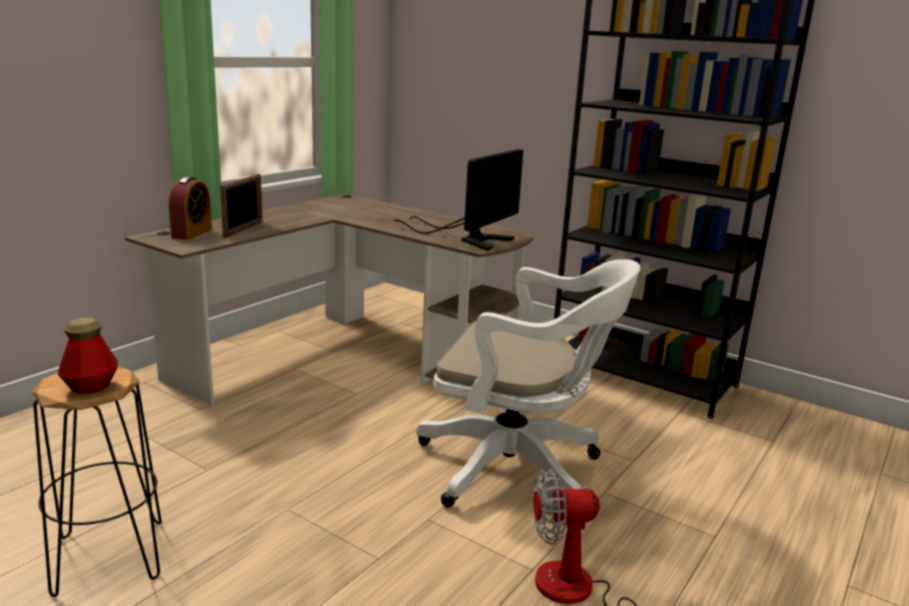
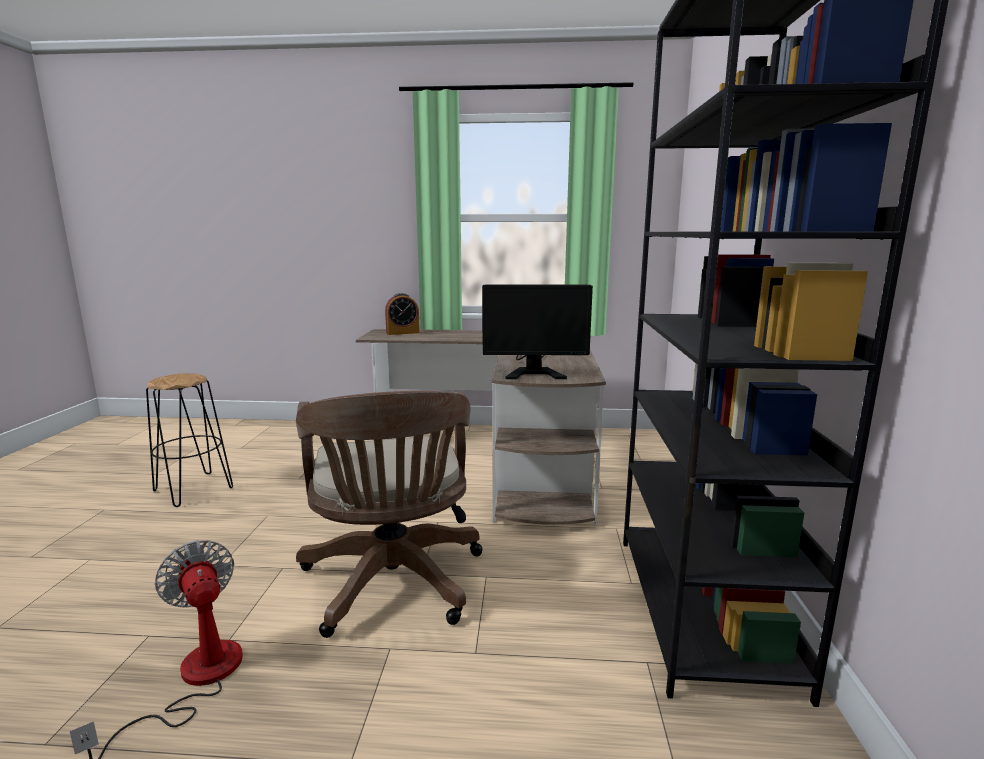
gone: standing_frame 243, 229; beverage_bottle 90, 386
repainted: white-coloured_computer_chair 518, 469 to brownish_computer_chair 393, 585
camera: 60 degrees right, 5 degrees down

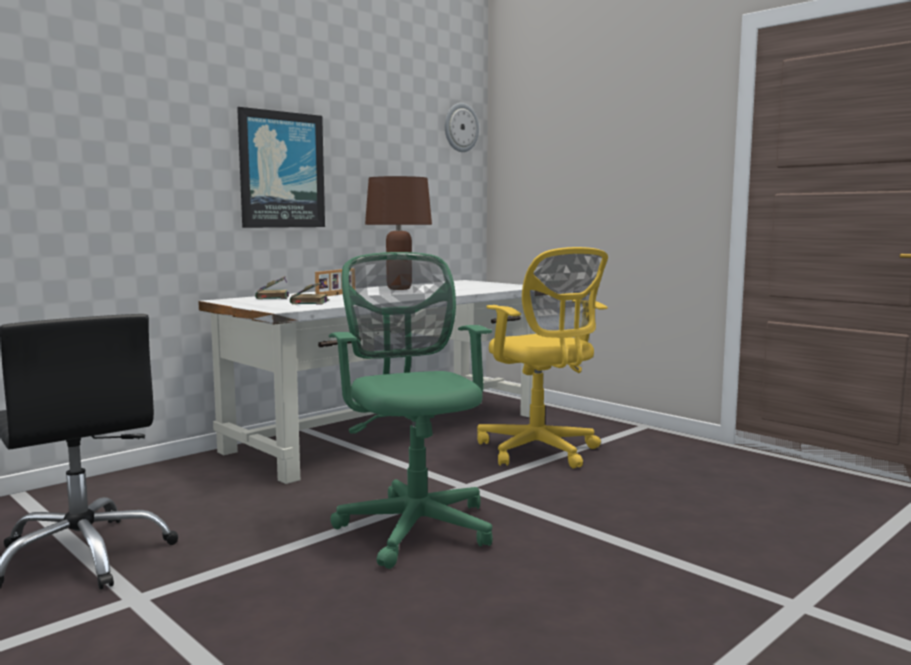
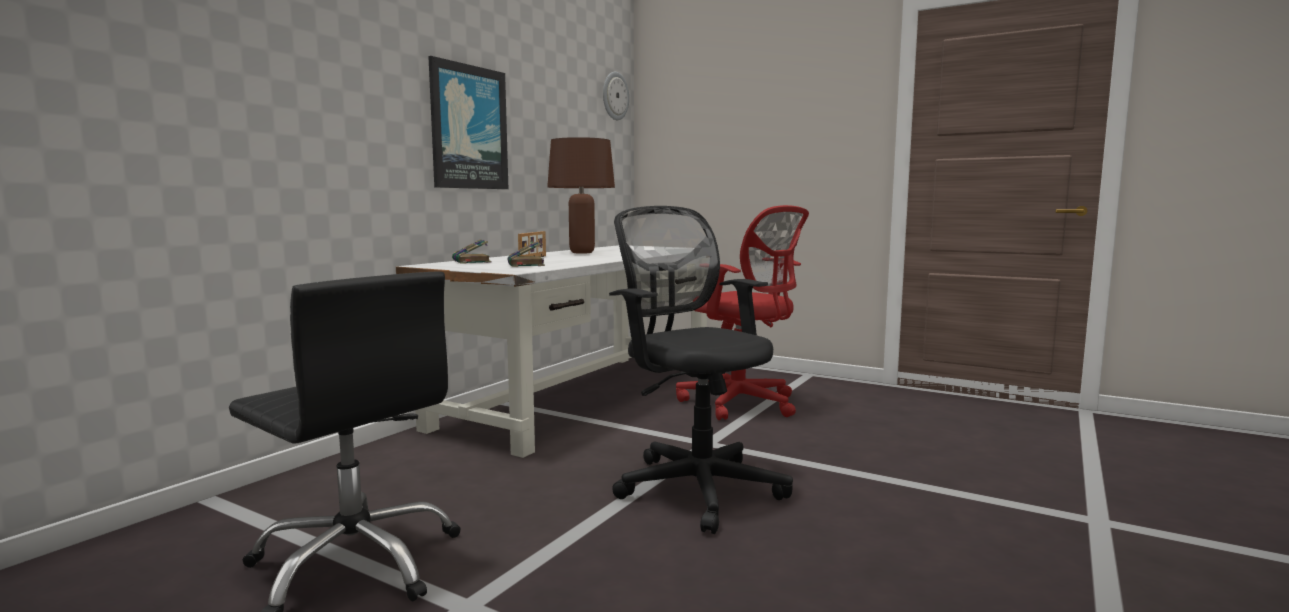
repainted: yellow_computer_chair 540, 452 to red-coloured_computer_chair 742, 404; greenish_computer_chair 415, 525 to blackish_computer_chair 695, 486
camera: 15 degrees left, 0 degrees up

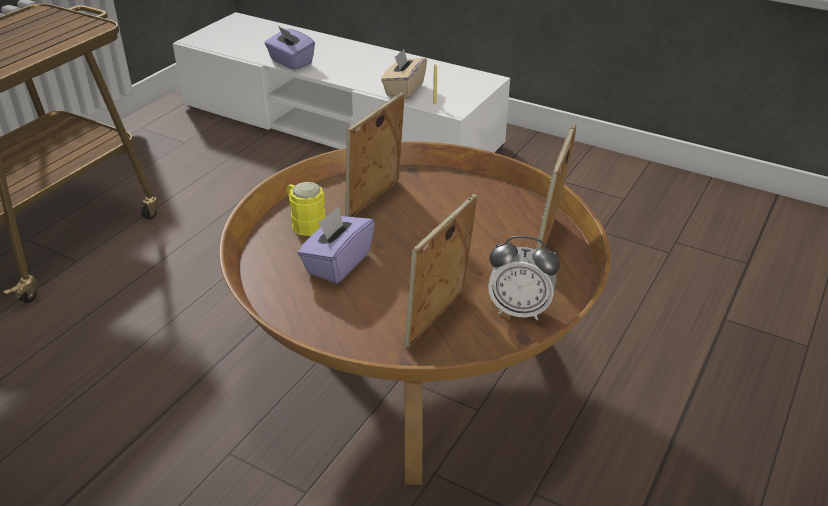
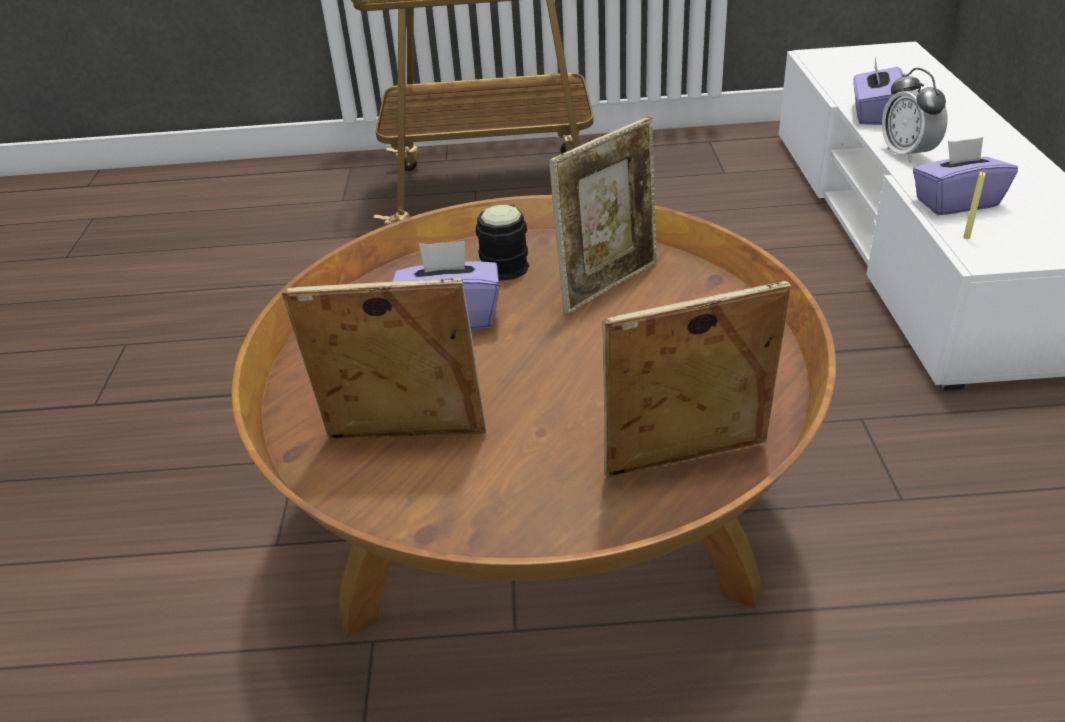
shifted: bedside_clock 519, 310 to 907, 154
repainted: sand-coloured_tissue_box 404, 89 to purplish_tissue_box 956, 202; yellow_coffee_mug 304, 222 to blackish_coffee_mug 507, 262
rotated: standing_frame 375, 201 = 608, 285 135 degrees clockwise
camera: 60 degrees right, 0 degrees up

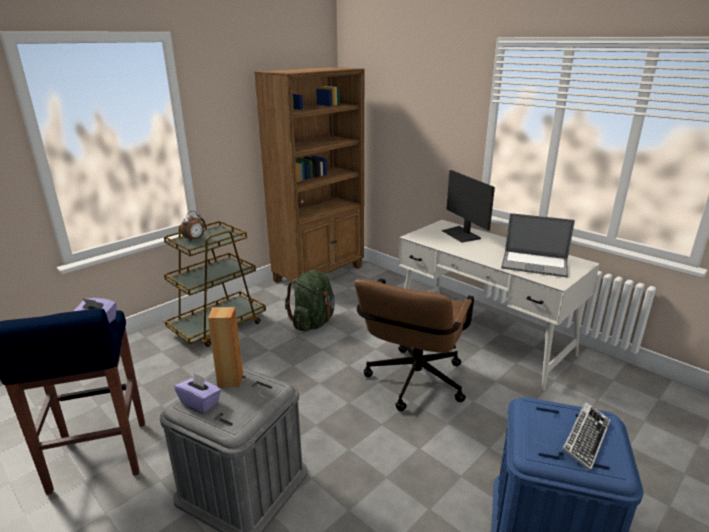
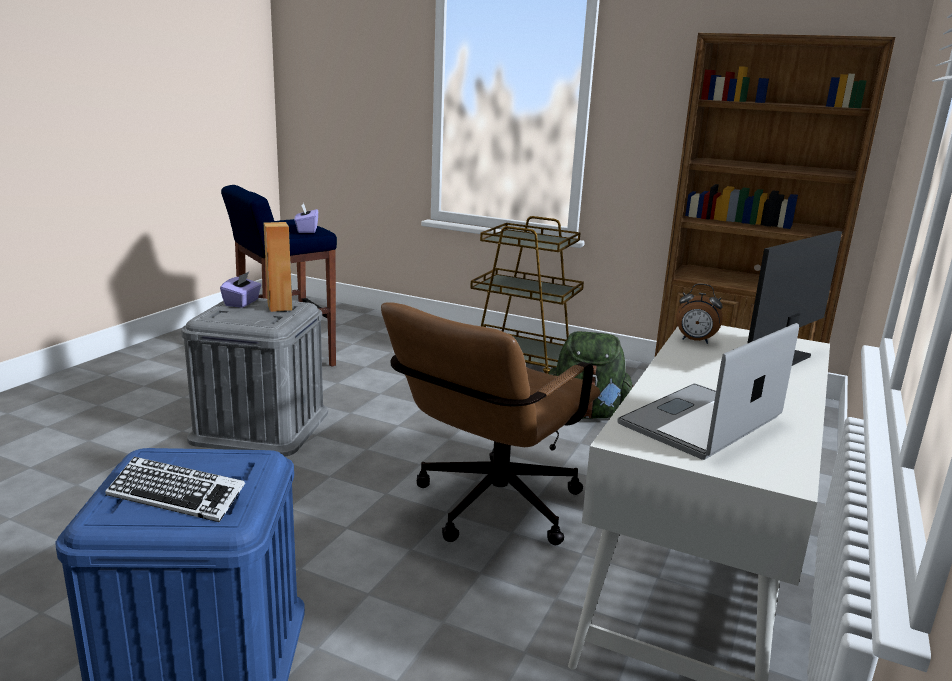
shifted: bedside_clock 195, 239 to 695, 341
rotated: laptop 534, 264 = 700, 421 45 degrees clockwise; brownish_computer_chair 412, 385 = 488, 510 60 degrees counterclockwise
camera: 70 degrees right, 5 degrees down

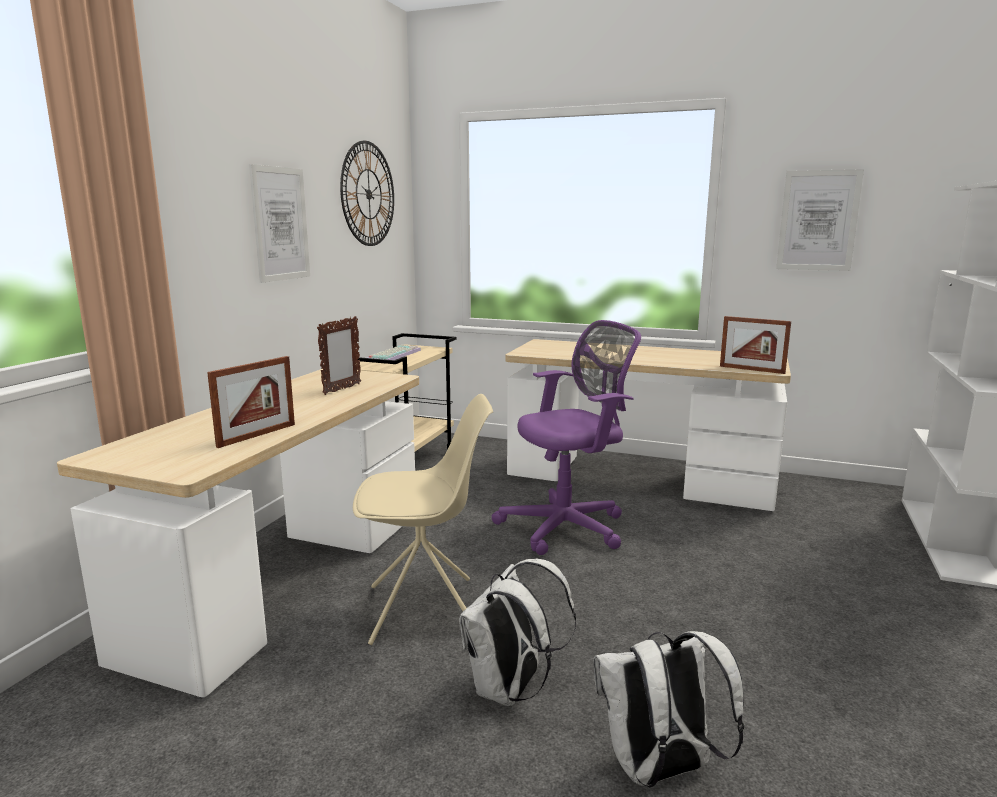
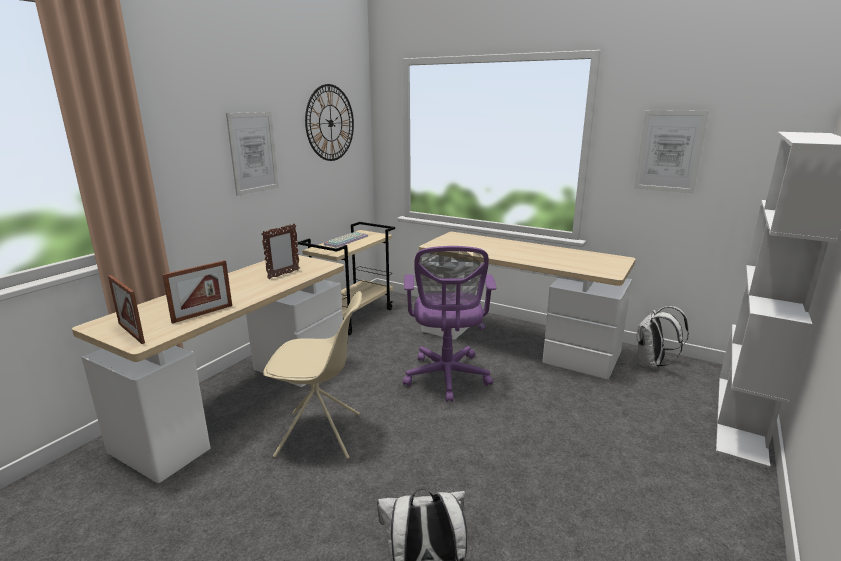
shifted: standing_frame 751, 369 to 131, 333; white-coloured_backpack 510, 690 to 652, 364
rotated: purplish_computer_chair 568, 527 = 447, 378 105 degrees clockwise
camera: 10 degrees right, 5 degrees up

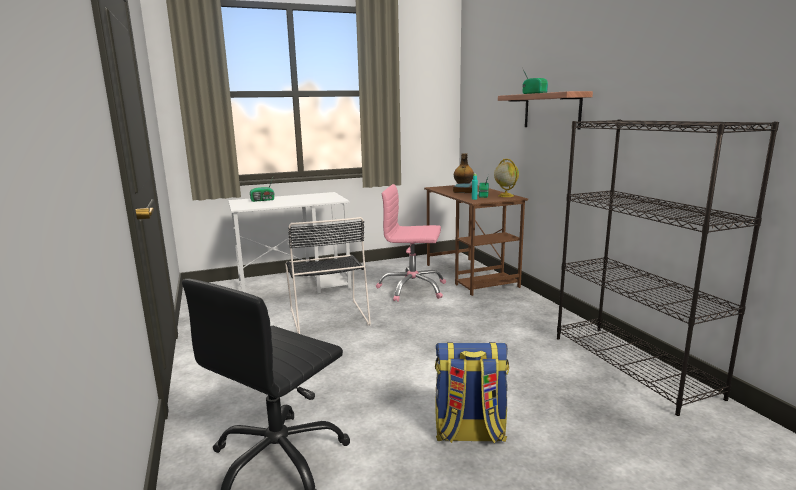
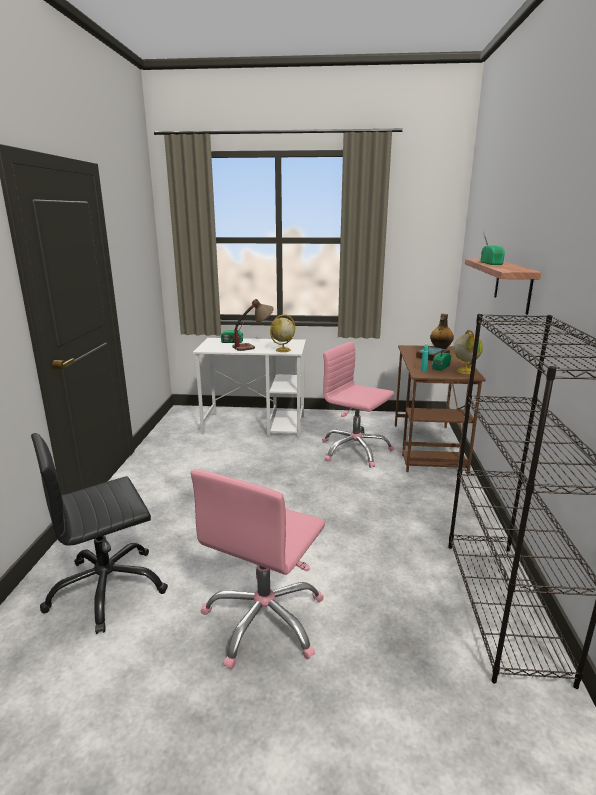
gone: blackish_upright_chair 328, 316
new: tabletop_lamp 253, 346; globe 282, 350
swapped: backpack 469, 433 to pink-coloured_computer_chair 265, 620
camera: 25 degrees right, 5 degrees up

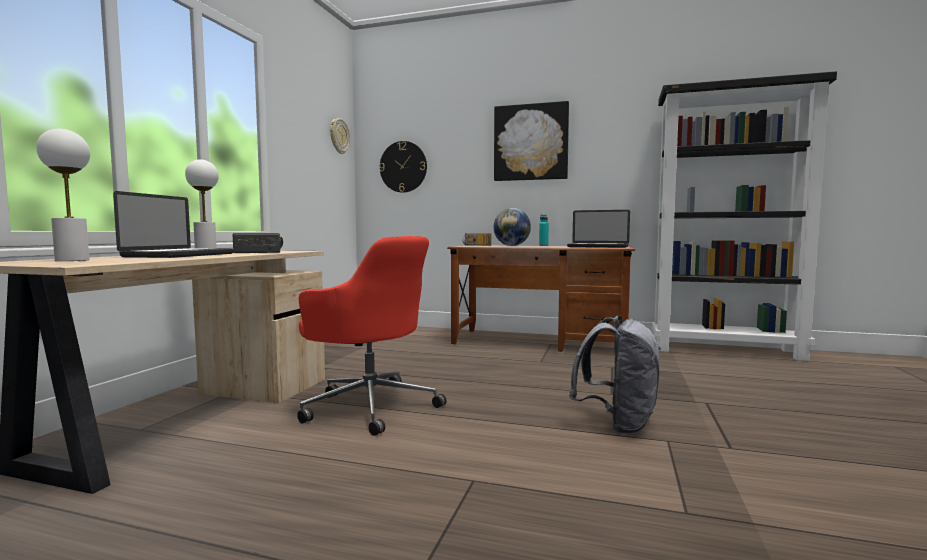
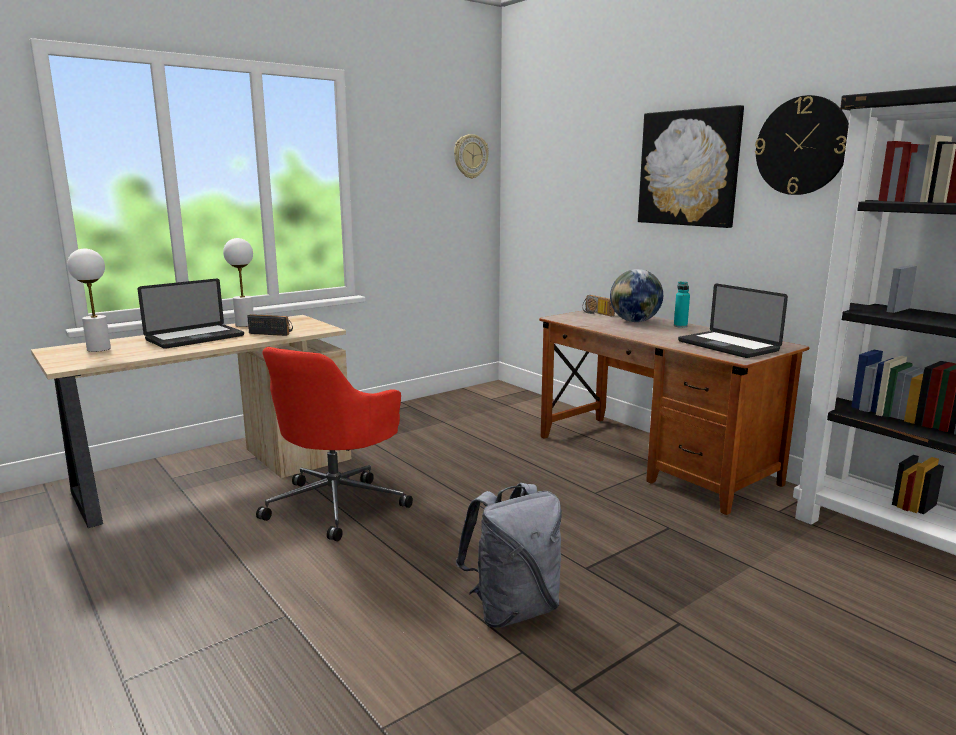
shifted: hanging_clock 403, 167 to 801, 146
rotated: red-coloured_computer_chair 370, 406 = 337, 504 45 degrees clockwise
camera: 35 degrees right, 10 degrees up

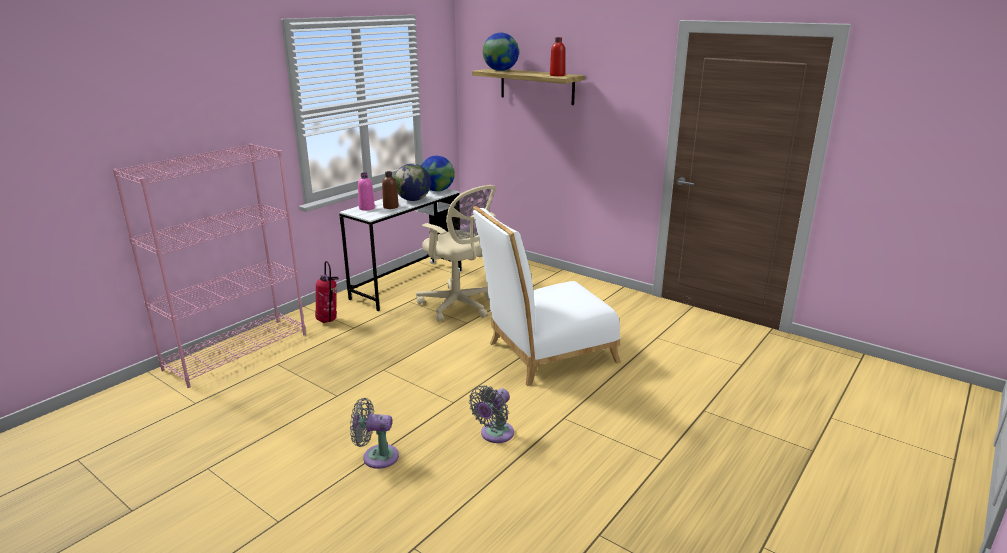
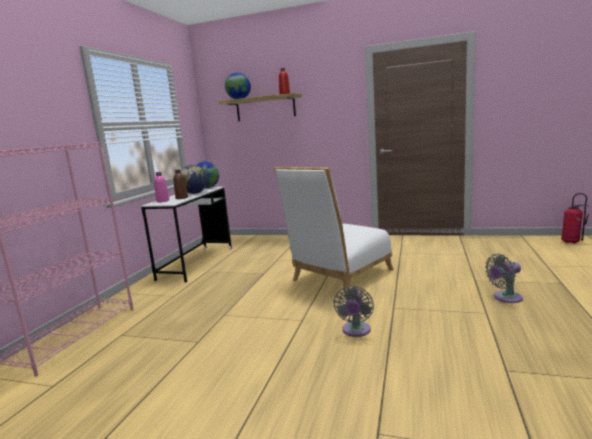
gone: sand-coloured_computer_chair 458, 306
shifted: fire-fighting_cylinder 328, 321 to 571, 242; greyish_fan 376, 456 to 505, 298
camera: 20 degrees left, 10 degrees down

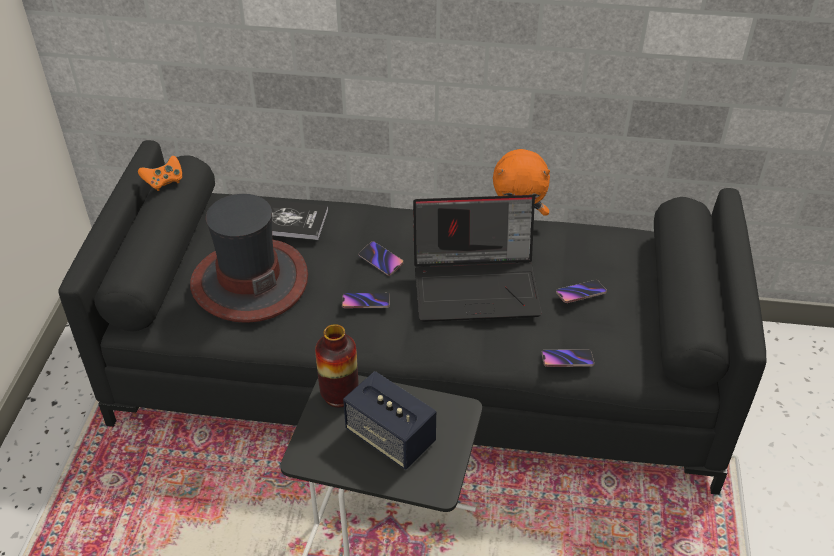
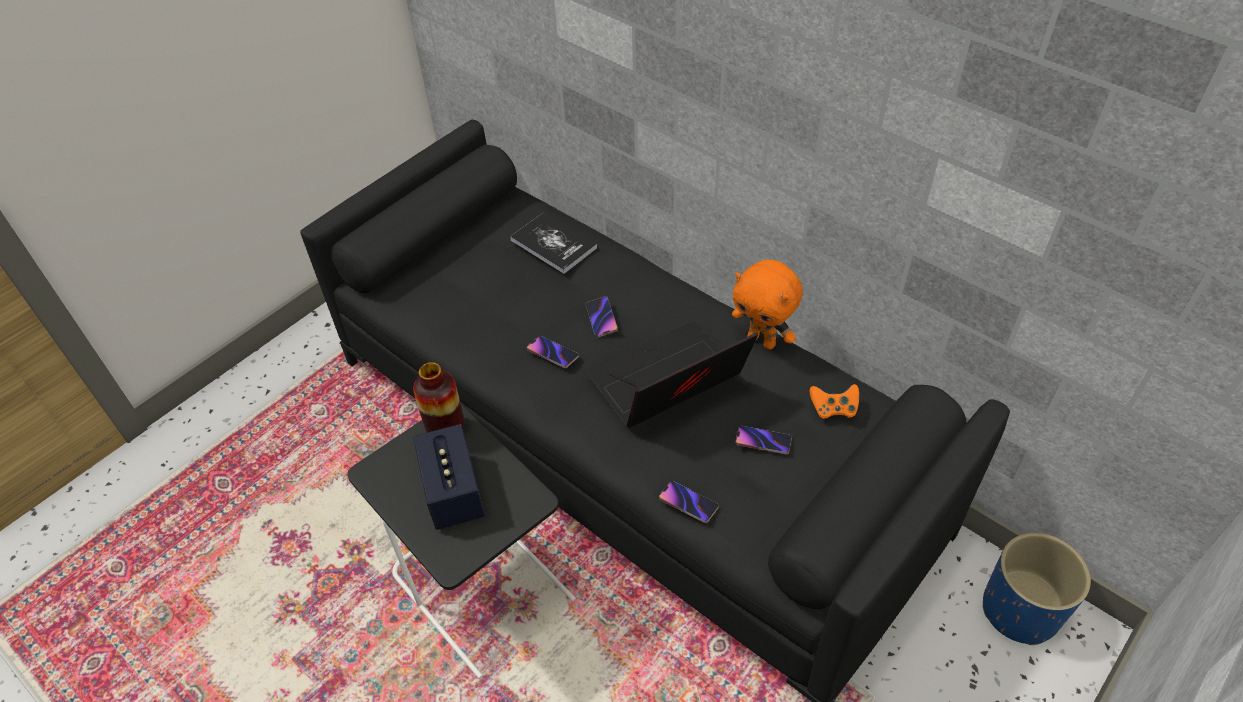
gone: wearable_hat 249, 281
new: bluish_plant_pot 1020, 610
shifted: orange_game_controller 164, 182 to 833, 409
rotated: laptop 477, 285 = 667, 384 120 degrees clockwise
camera: 35 degrees right, 5 degrees up

